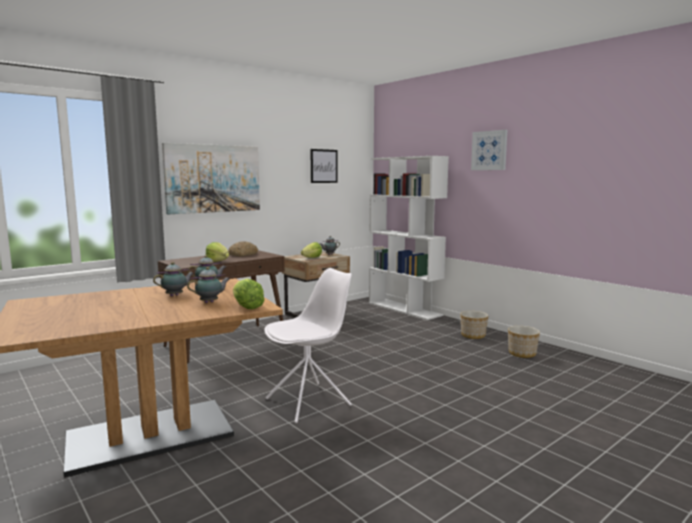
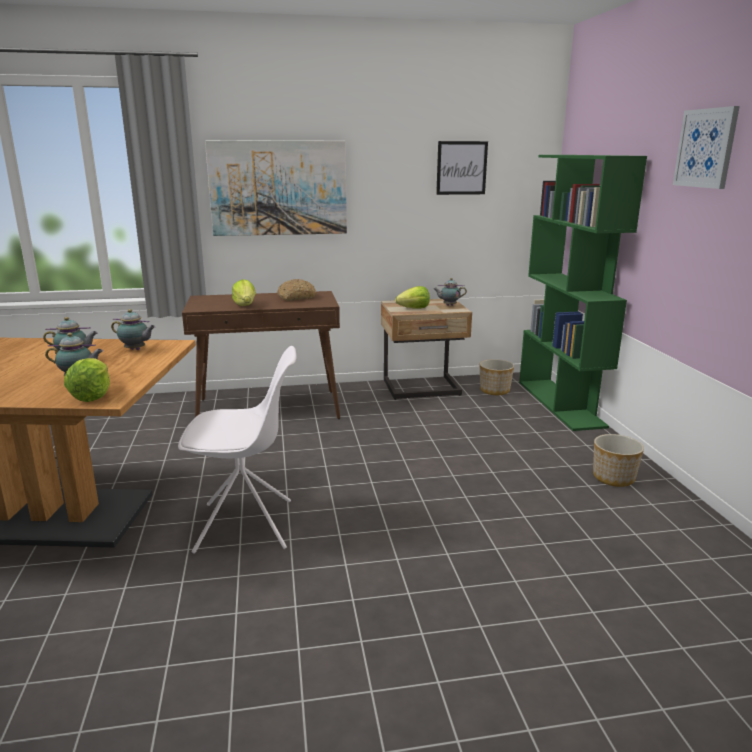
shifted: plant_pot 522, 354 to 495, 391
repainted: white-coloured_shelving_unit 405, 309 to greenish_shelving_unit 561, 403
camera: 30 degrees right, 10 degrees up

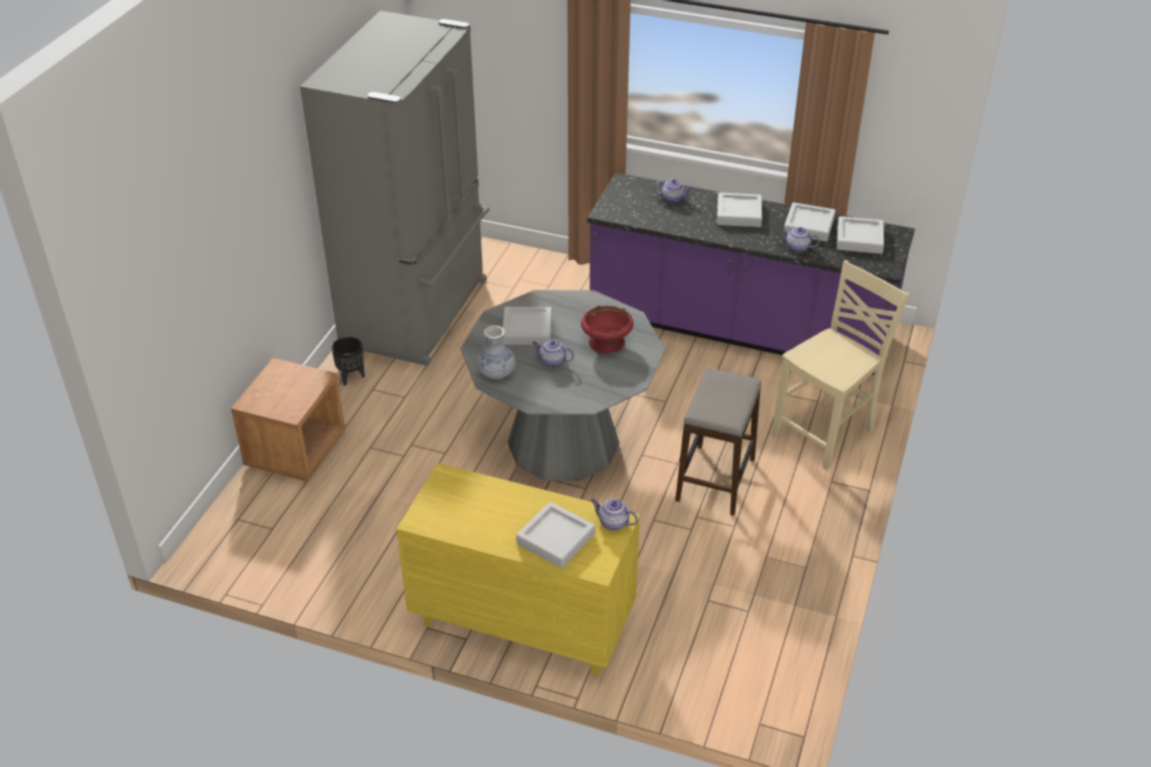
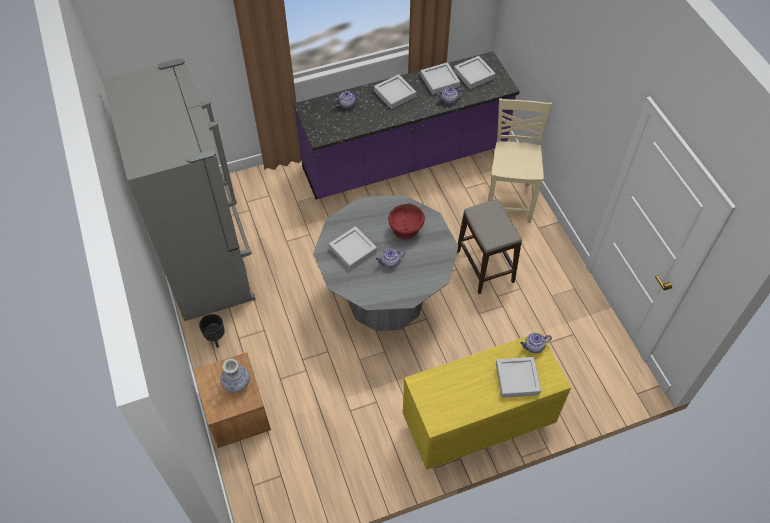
shifted: flower_vase 496, 372 to 236, 383
camera: 40 degrees left, 15 degrees up

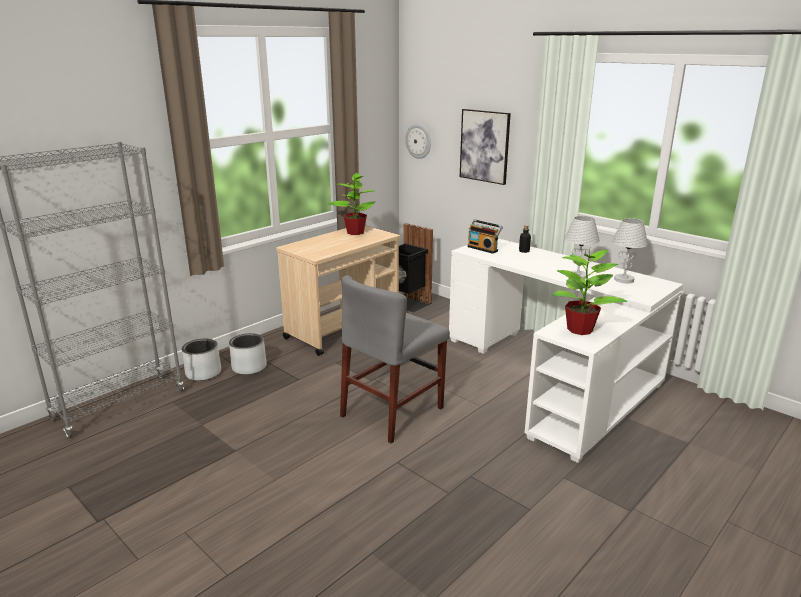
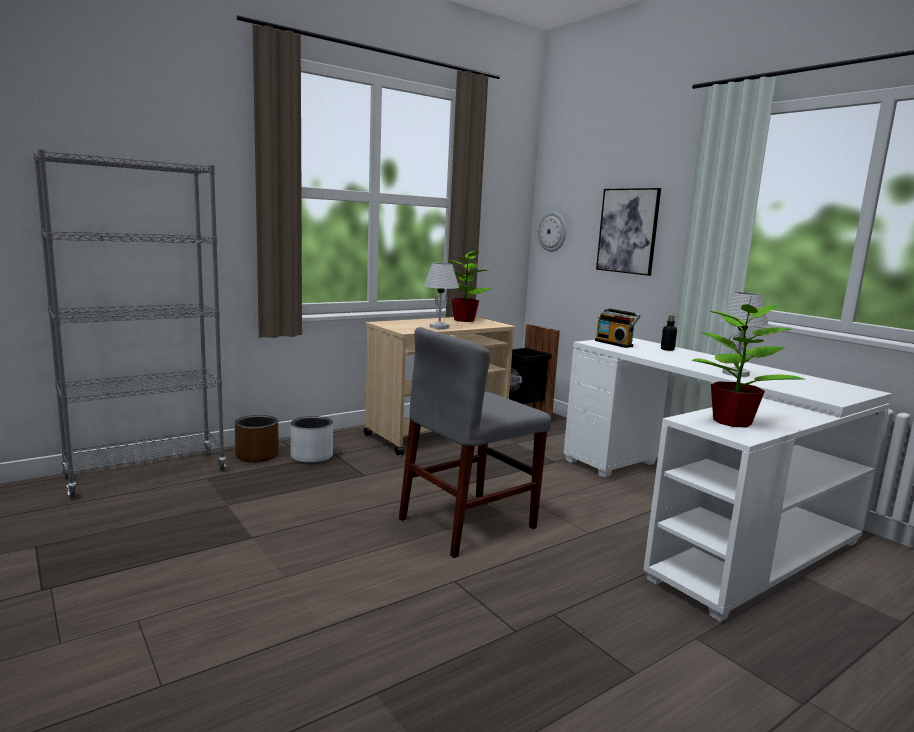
shifted: white-coloured_tabletop_lamp 623, 279 to 439, 327
repainted: greyish_plant_pot 203, 373 to brownish_plant_pot 257, 456
camera: 10 degrees right, 10 degrees down

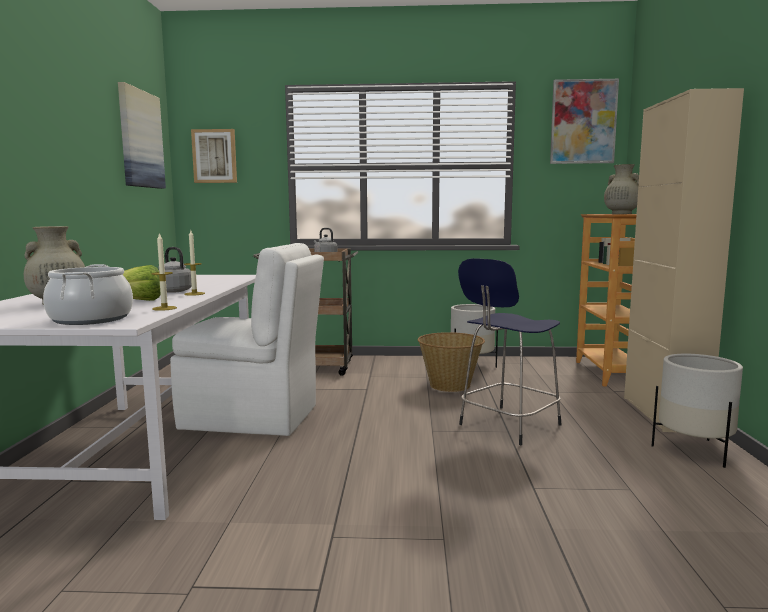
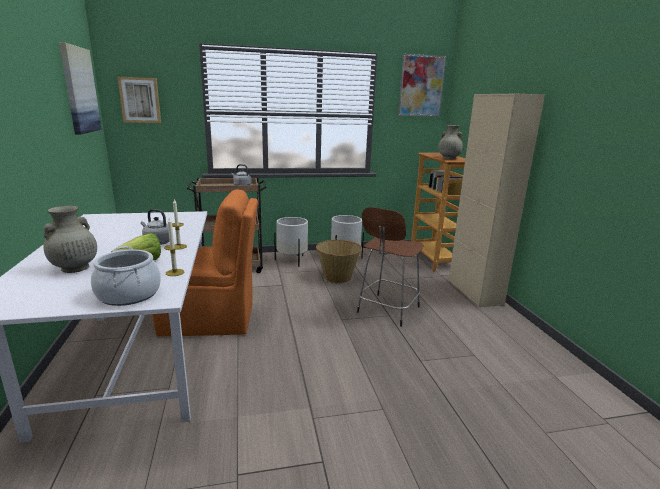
shifted: white-coloured_plant_pot 694, 450 to 292, 260
repainted: white-coloured_upright_chair 253, 417 to orange_upright_chair 211, 319; bluish_sitting_stool 507, 425 to brownish_sitting_stool 387, 310
camera: 15 degrees left, 10 degrees up

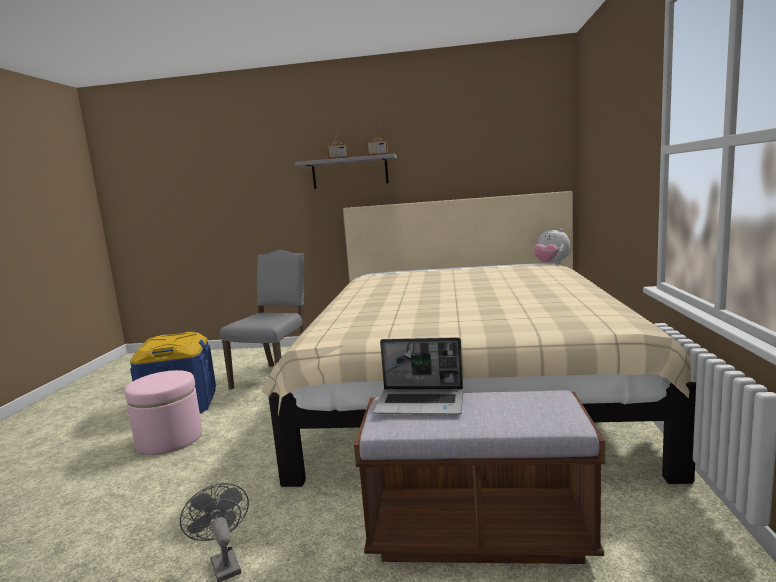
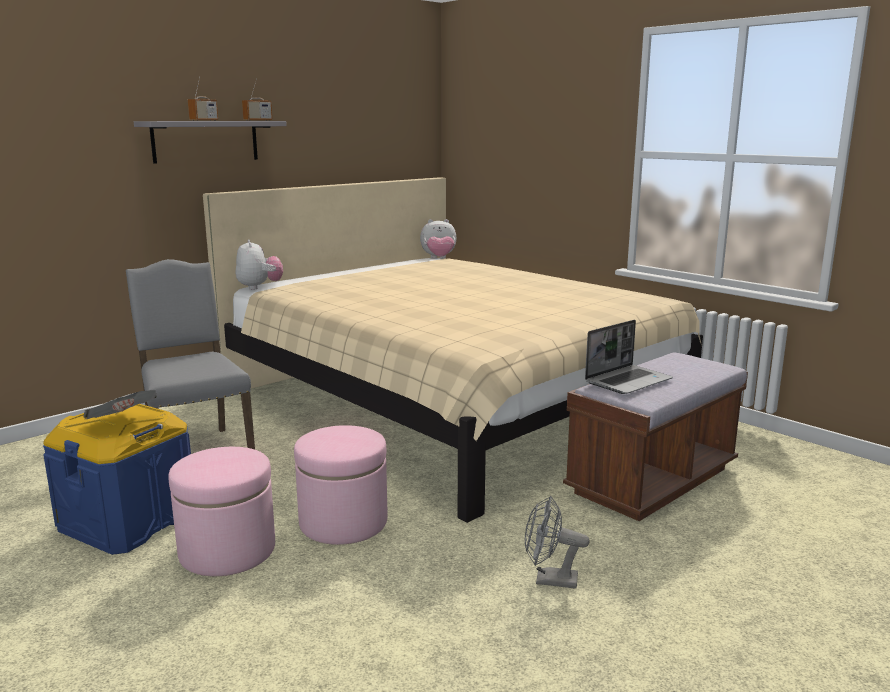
new: plush_toy 259, 287; daily_paper 122, 423; pink-coloured_footrest 343, 522
camera: 50 degrees left, 5 degrees up

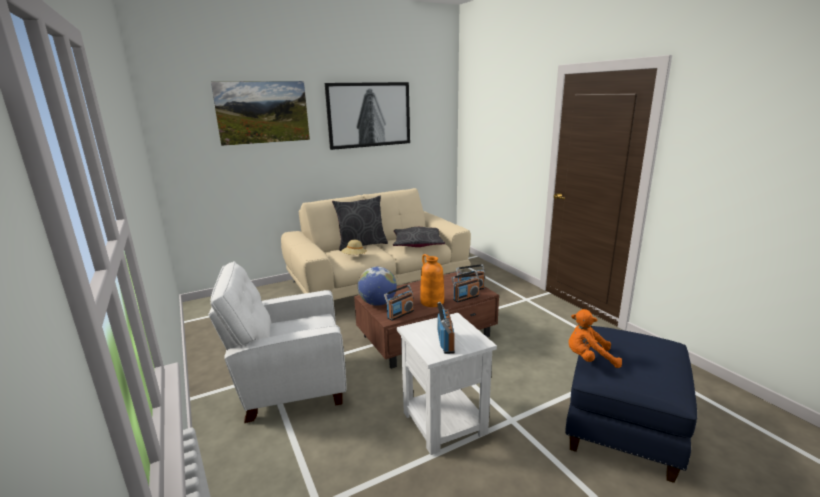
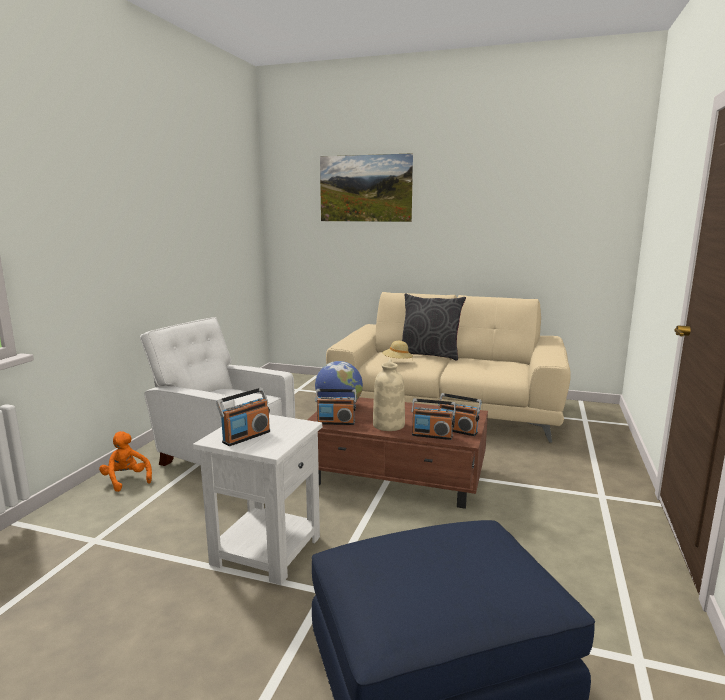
gone: wall_art 369, 115; greyish_cushion 417, 243
shifted: orange_plush_toy 589, 359 to 126, 480
repainted: orange_flower_vase 431, 302 to sand-coloured_flower_vase 388, 425
camera: 45 degrees right, 5 degrees down

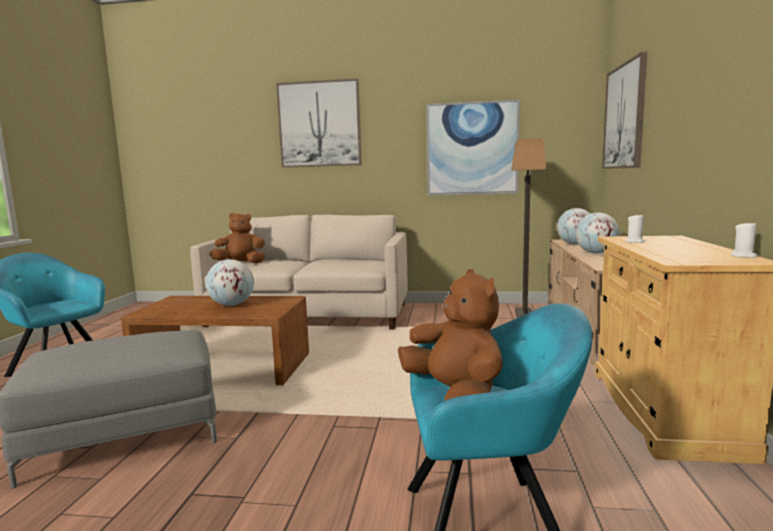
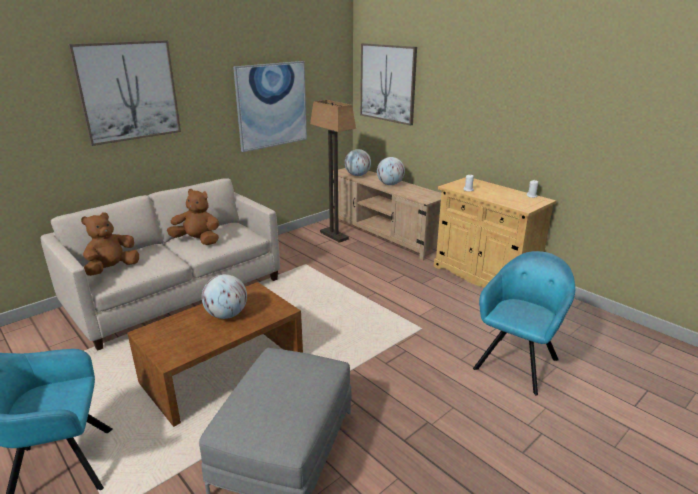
shifted: brownish_plush_toy 455, 397 to 197, 241
camera: 50 degrees left, 15 degrees up

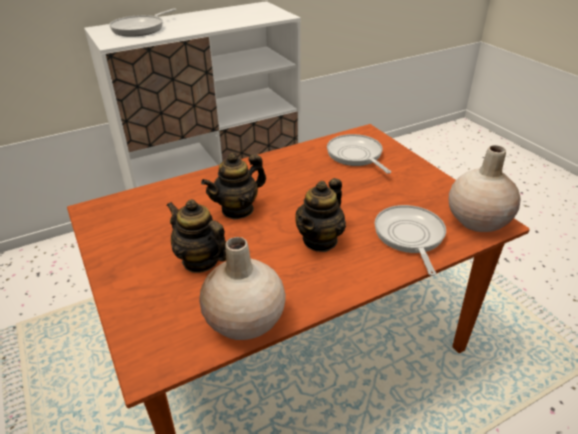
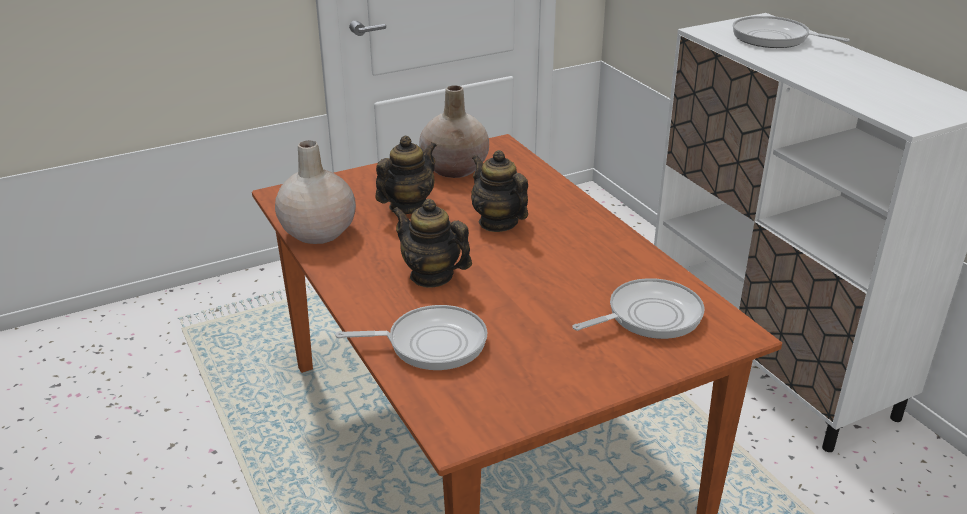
shifted: sand-coloured_flower_vase 477, 220 to 455, 169
camera: 90 degrees right, 5 degrees down

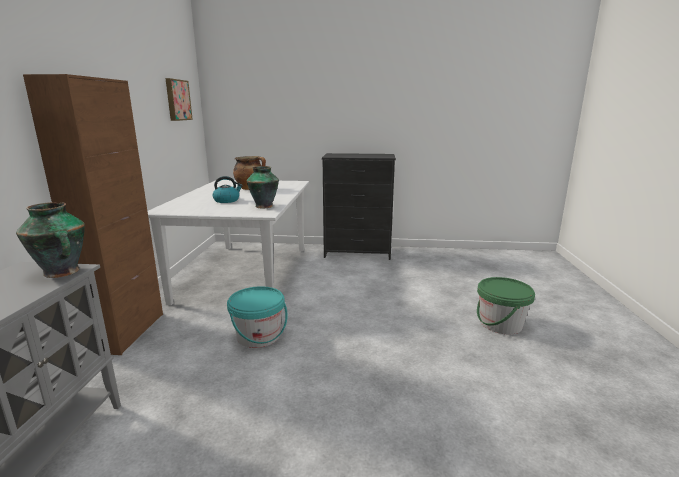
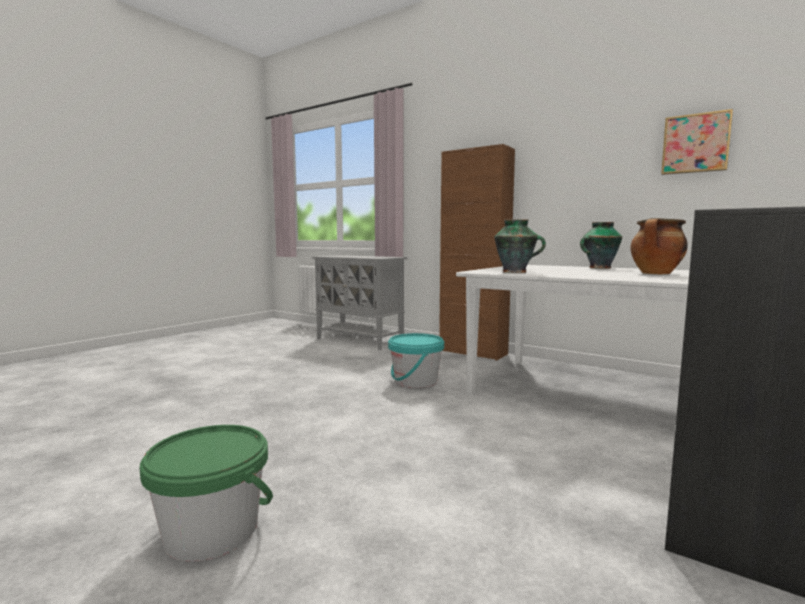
gone: tea_kettle 227, 200
shifted: flower_vase 62, 272 to 599, 268
camera: 120 degrees right, 10 degrees down

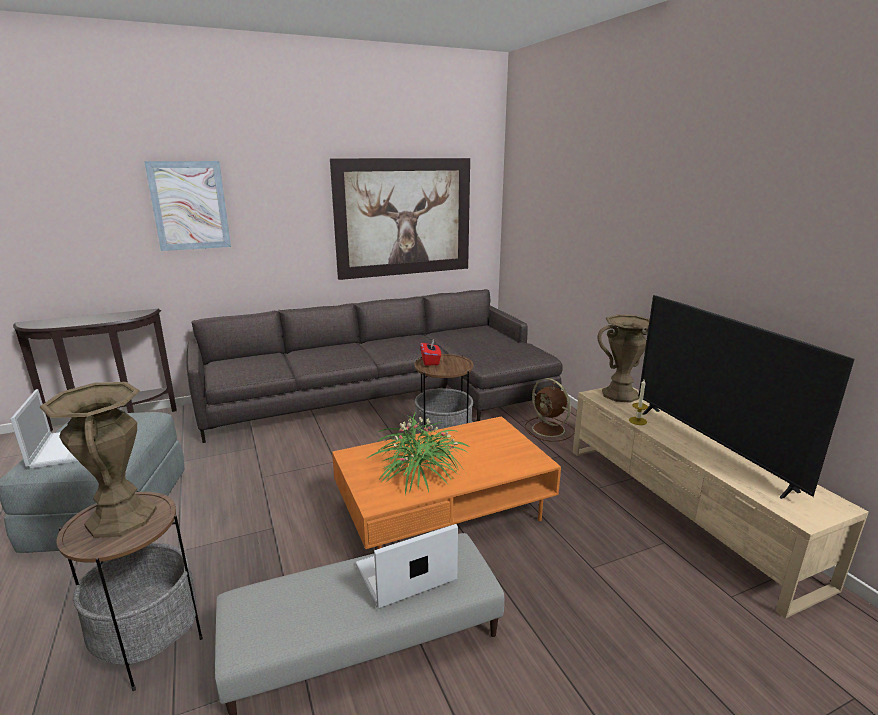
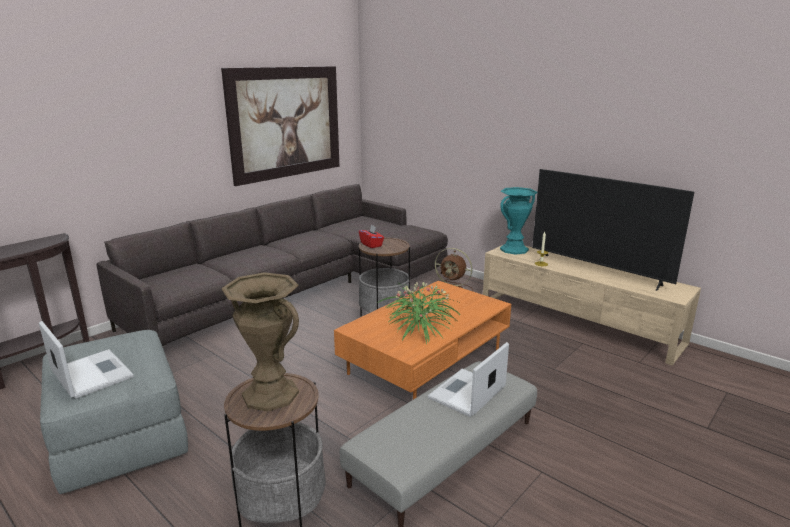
gone: wall_art 189, 206
repainted: brownish_flower_vase 620, 394 to blue-green_flower_vase 514, 249
camera: 25 degrees left, 0 degrees up

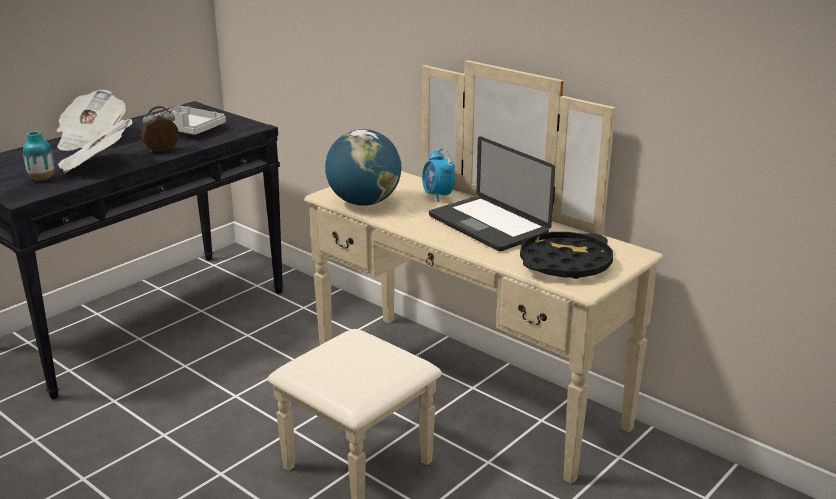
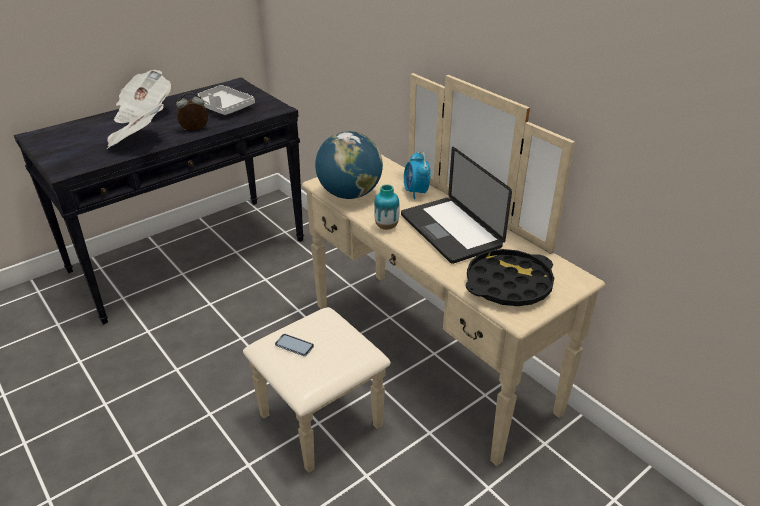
new: phone 294, 345
shifted: flower_vase 42, 179 to 386, 226
camera: 10 degrees right, 10 degrees up

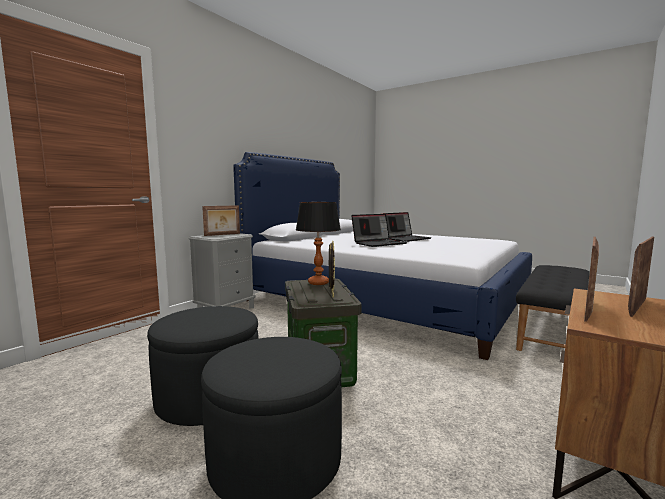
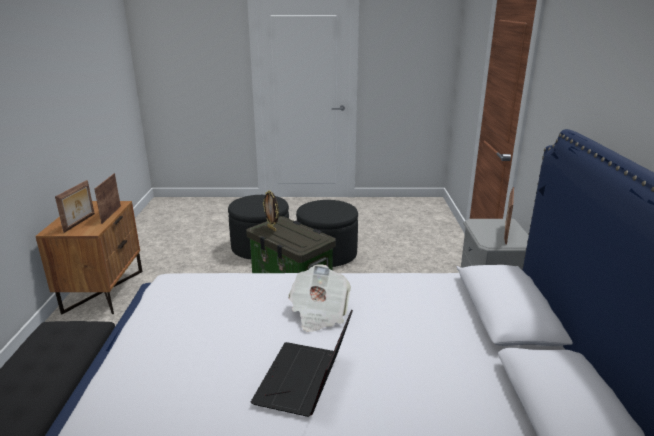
gone: tabletop_lamp 318, 283
swapped: laptop 379, 243 to daily_paper 319, 313
camera: 145 degrees right, 15 degrees up

